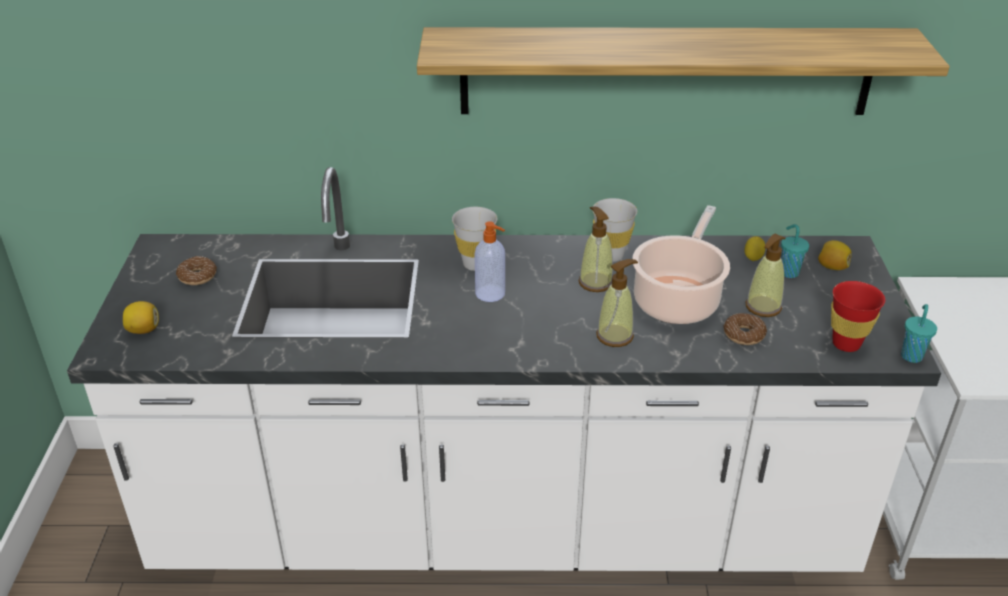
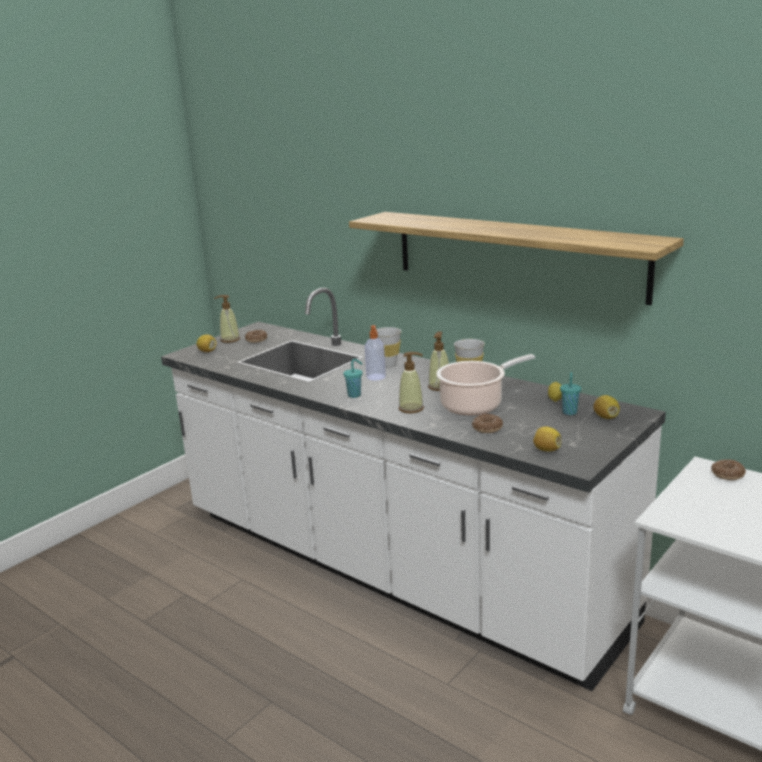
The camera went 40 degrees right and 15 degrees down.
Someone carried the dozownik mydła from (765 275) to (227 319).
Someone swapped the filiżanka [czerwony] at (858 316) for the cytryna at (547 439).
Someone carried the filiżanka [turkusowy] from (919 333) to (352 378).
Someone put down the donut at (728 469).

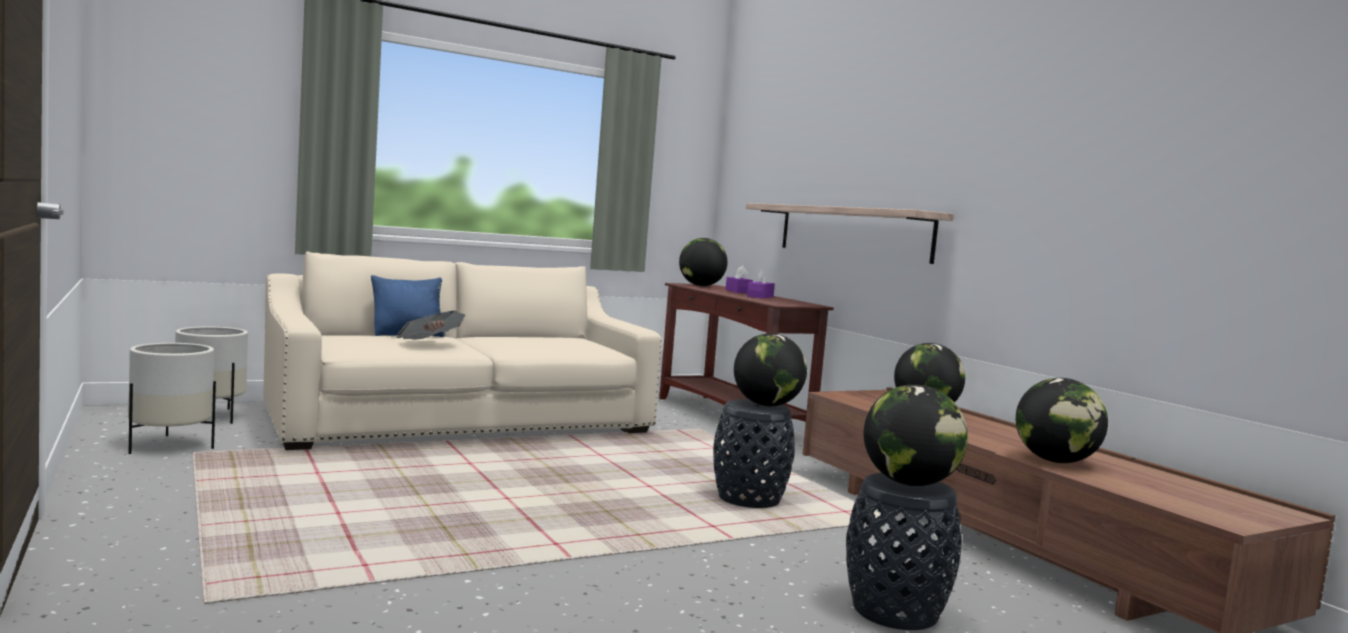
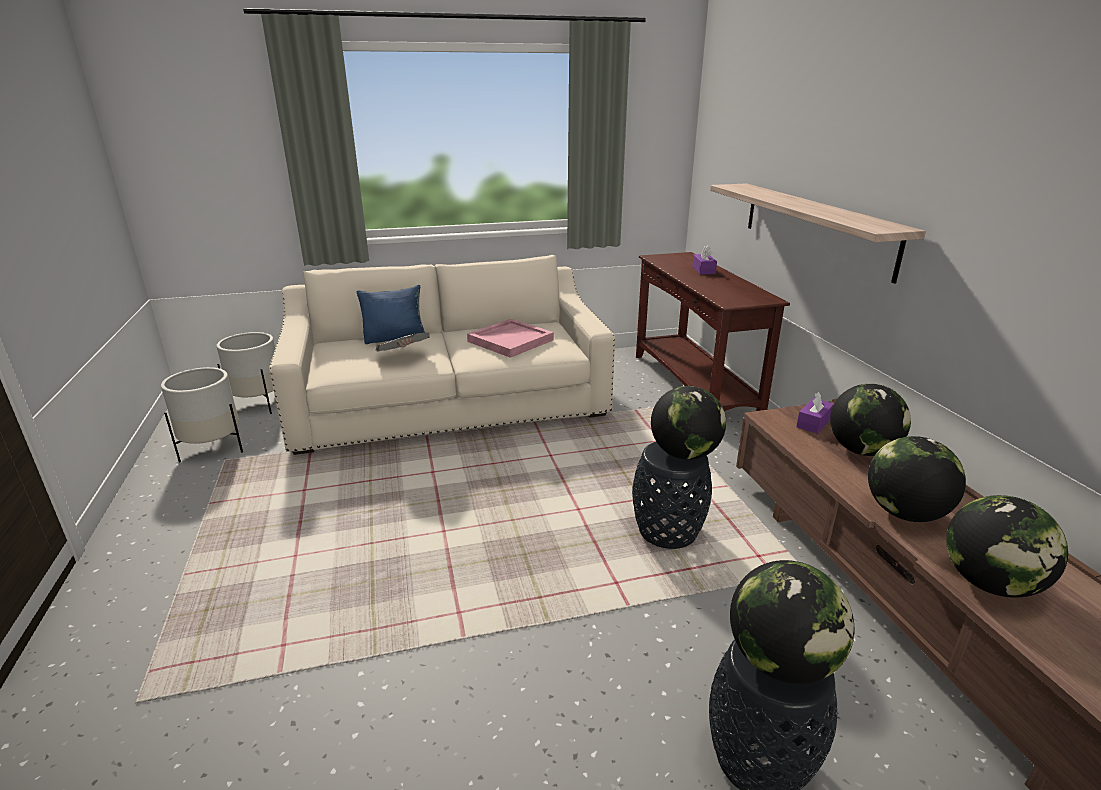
The camera went 15 degrees right and 20 degrees up.
Someone carried the globus from (703 262) to (917 479).
Someone carried the pudełko chusteczek [fioletowy] from (761 283) to (815 412).
Someone put down the taca [różowy] at (510 338).

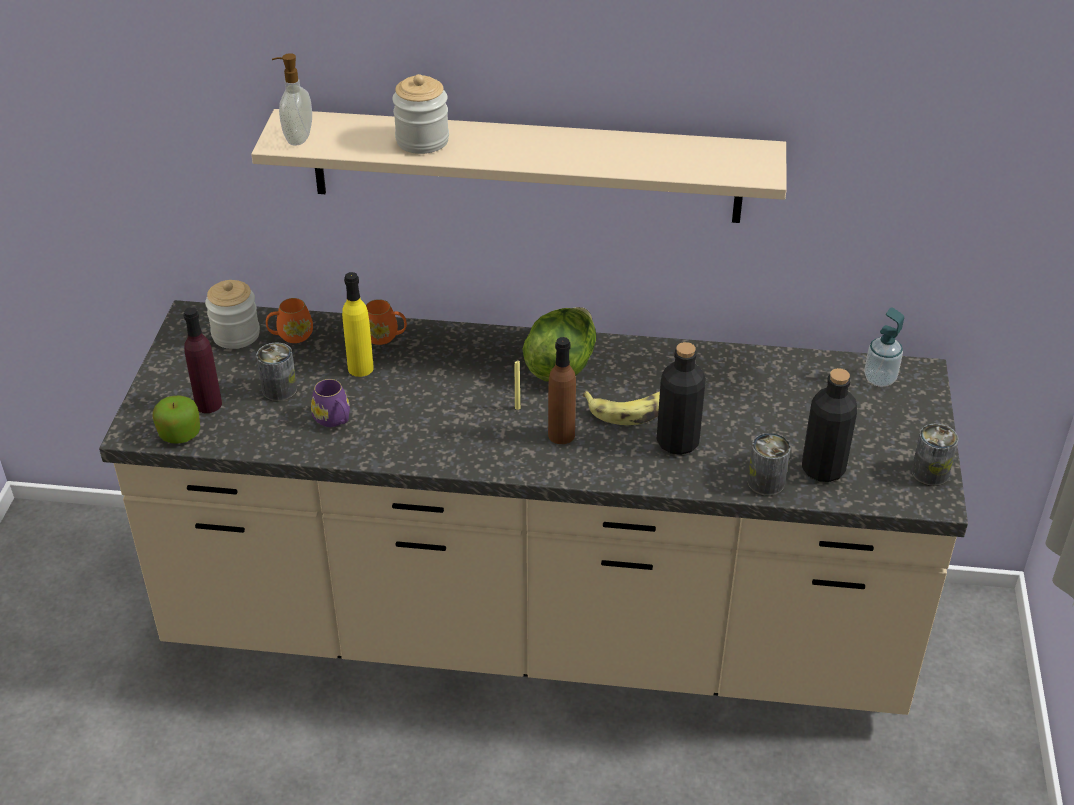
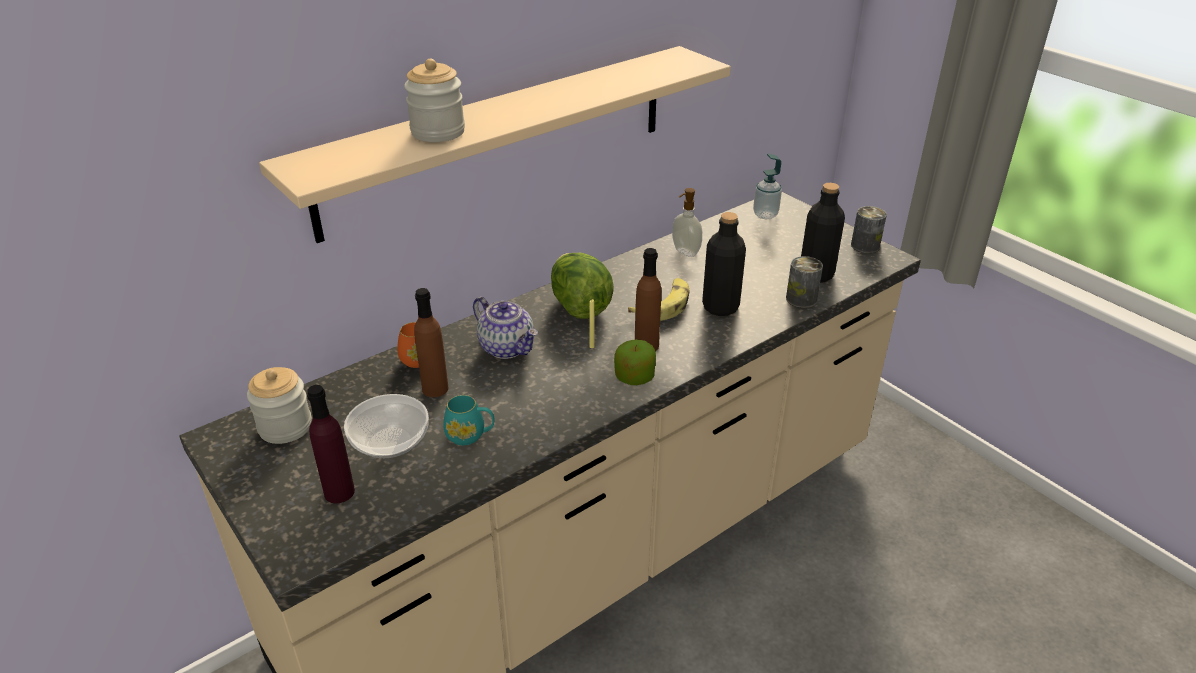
The camera went 45 degrees left and 5 degrees down.
Someone carried the dozownik mydła from (292 99) to (687 222).
Someone repainted the butelka [żółty] at (358 324), which became the butelka [brązowy] at (431 342).
Someone took away the kubek [pomarańczowy] at (289 320).
Someone swapped the puszka at (276 371) for the miska at (386 426).
Someone repainted the kubek [fioletowy] at (330 403), which became the kubek [turkusowy] at (469 420).
Someone carried the jabłko from (176 420) to (635 362).
Someone put down the imbryk at (505 327).

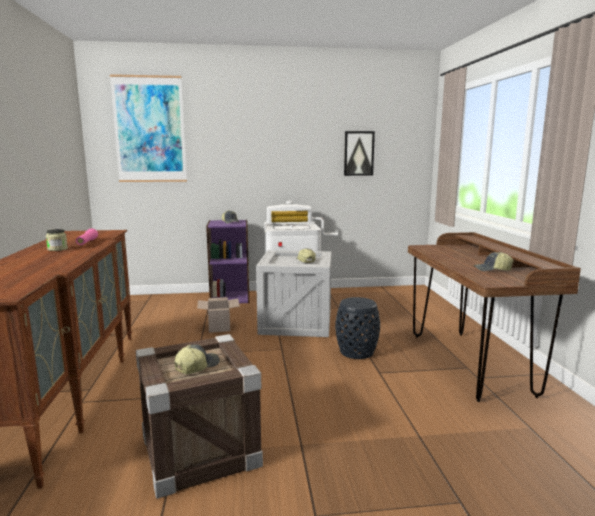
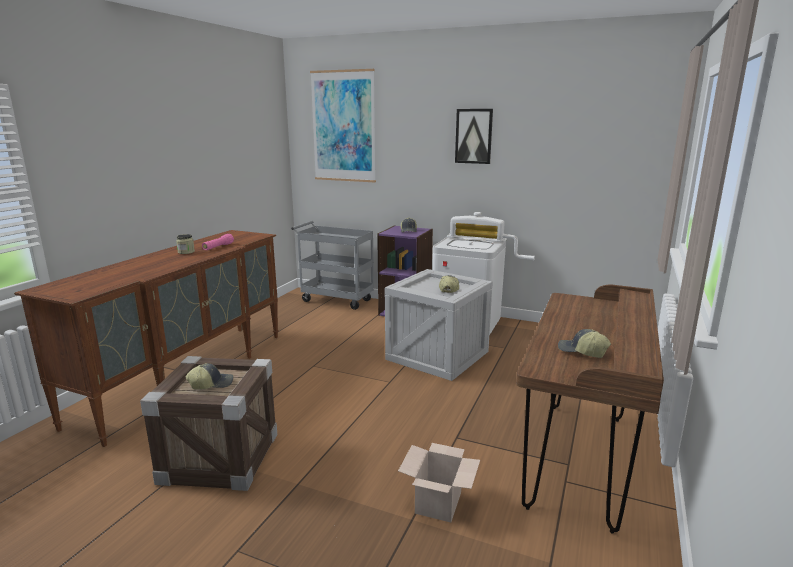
The camera went 30 degrees right and 5 degrees up.
Someone carried the obraz from (359 153) to (474 136).
Someone carried the karton from (218 315) to (439 482).
Someone took away the stołek [czarny] at (357 328).
Someone put down the wózek [szary] at (332 265).

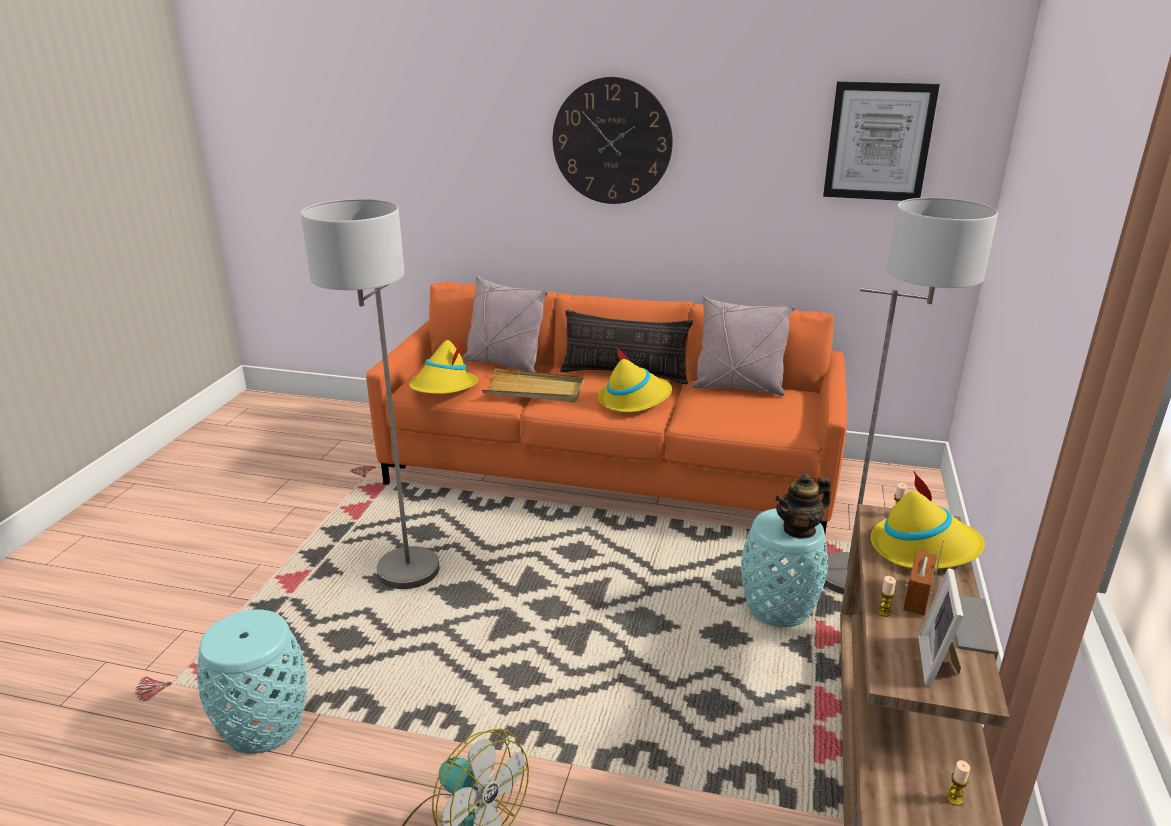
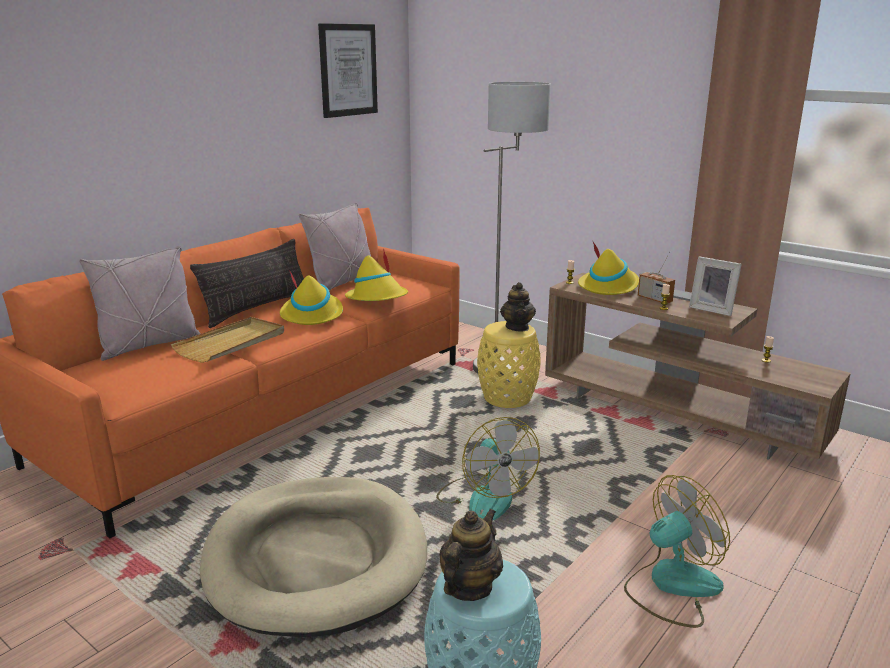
The camera went 65 degrees left and 5 degrees down.
Someone took away the zegar ścienny at (613 140).
Someone swapped the lampa stojąca [szary] at (370 394) for the legowisko [beżowy] at (313 557).
Someone carried the kapelusz [żółty] from (443 366) to (376 274).
Someone repainted the stołek [turkusowy] at (784 568), which became the stołek [żółty] at (509 364).
Someone put down the wentylator at (488 468).
Someone put down the imbryk at (471 555).

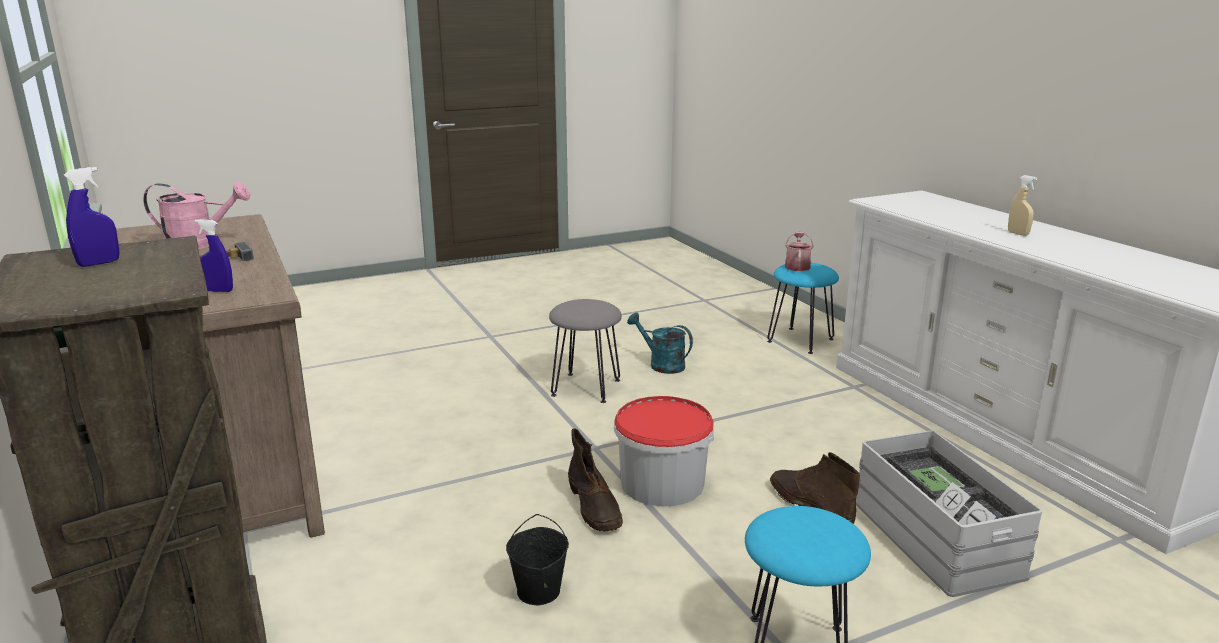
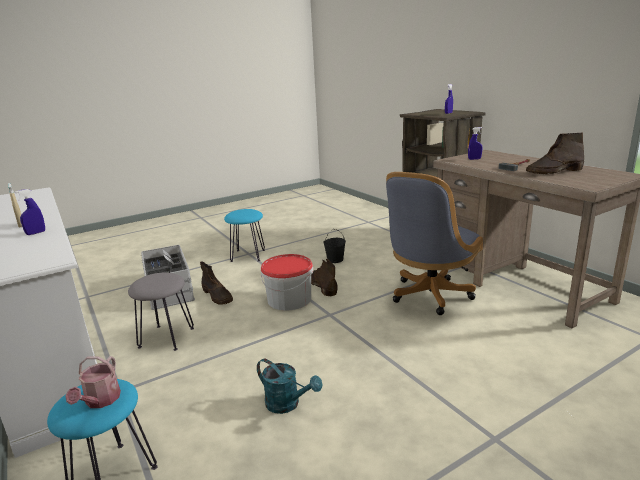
The camera went 175 degrees right and 0 degrees up.
Someone swapped the konewka [różowy] at (196 215) for the but z cholewką [brązowy] at (555 153).
Someone carried the stołek [szary] from (585 351) to (161 311).
Someone put down the krzesło biurowe [niebieski] at (434 243).
Someone put down the spryskiwacz [niebieski] at (30 212).

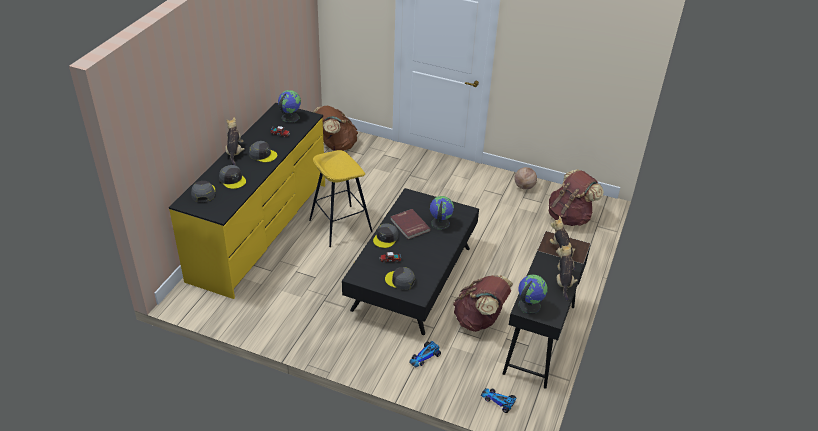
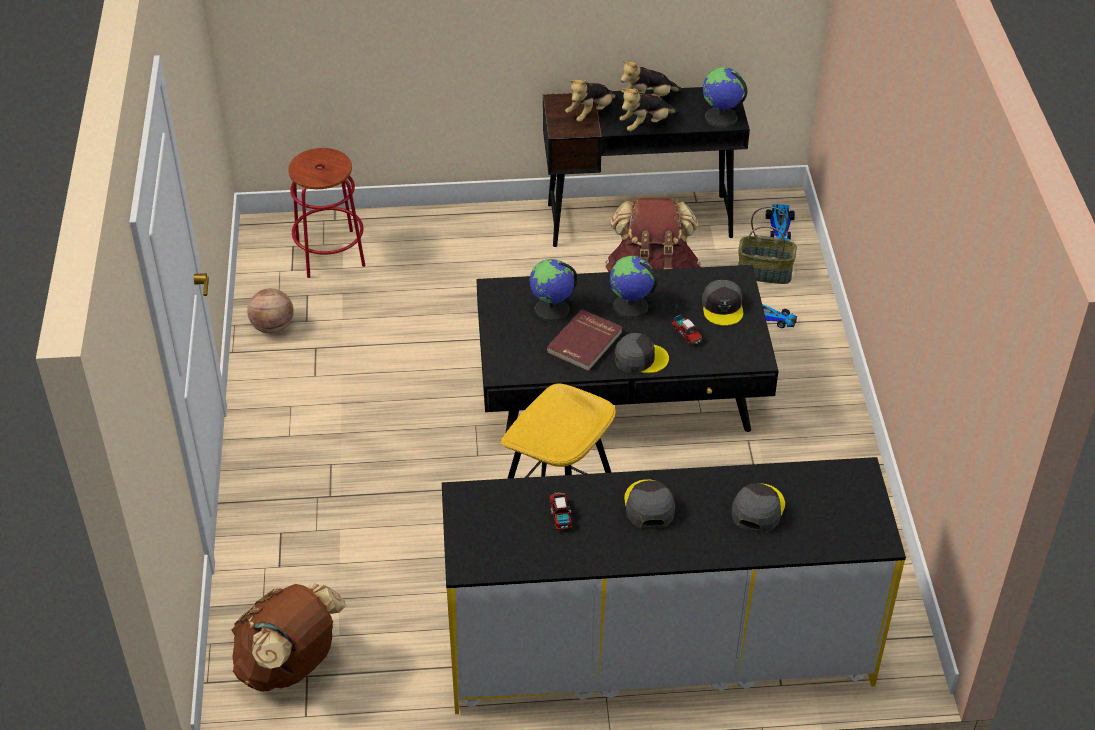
The camera went 115 degrees left and 5 degrees up.
Someone carried the globus from (289 106) to (634 287).
Someone carried the pluszak from (235 141) to (648 109).
Someone swapped the plecak [brązowy] at (576 197) for the stołek [czerwony] at (326 213).
Someone took away the czapka z daszkiem [szary] at (203 191).
Someone put down the koszyk at (767 245).

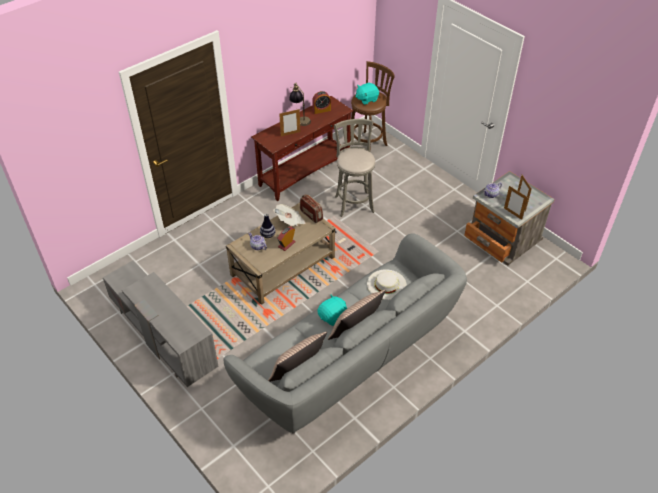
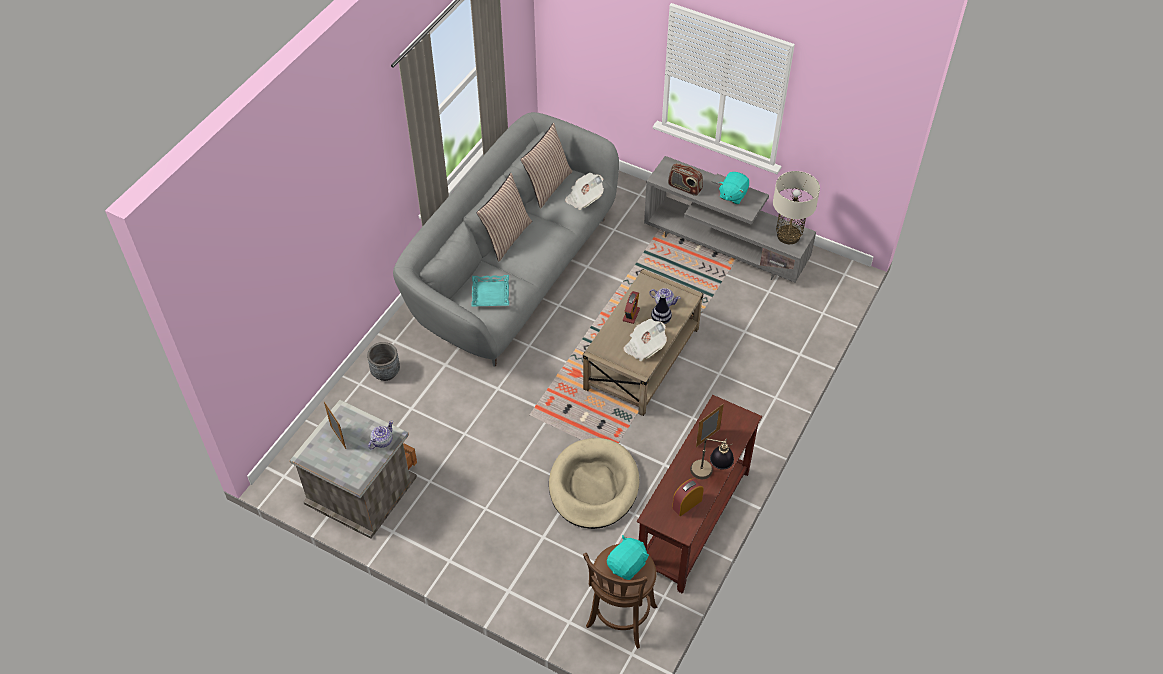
The camera went 160 degrees right and 5 degrees up.
Someone swapped the stołek [szary] at (354 168) for the legowisko [beżowy] at (594 483).
Someone took away the ramka na zdjęcie at (516 203).
Someone carried the radio from (311 208) to (685 179).
Someone swapped the kapelusz [biały] at (387 284) for the taca [turkusowy] at (490 291).
Someone carried the pluszak [turkusowy] from (332 310) to (734 188).
Someone put down the lampa stołowa at (796 207).
Someone put down the gazeta at (584 191).
Someone put down the donica [szary] at (383 361).

